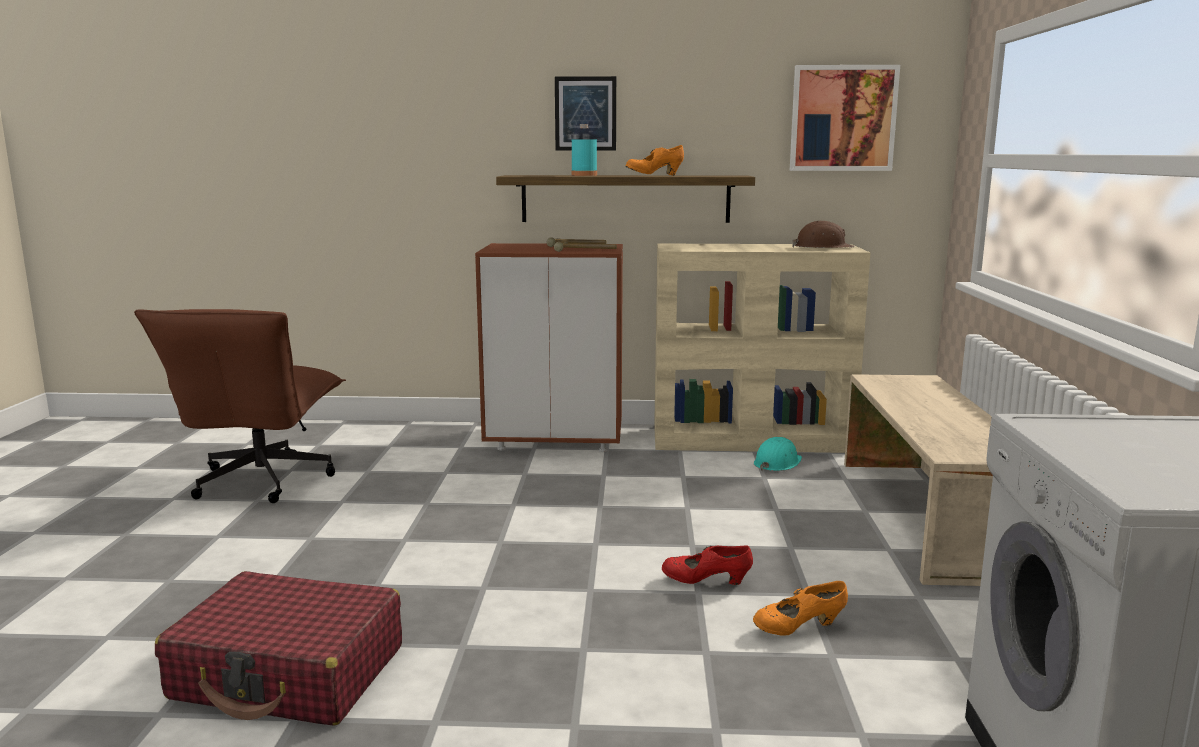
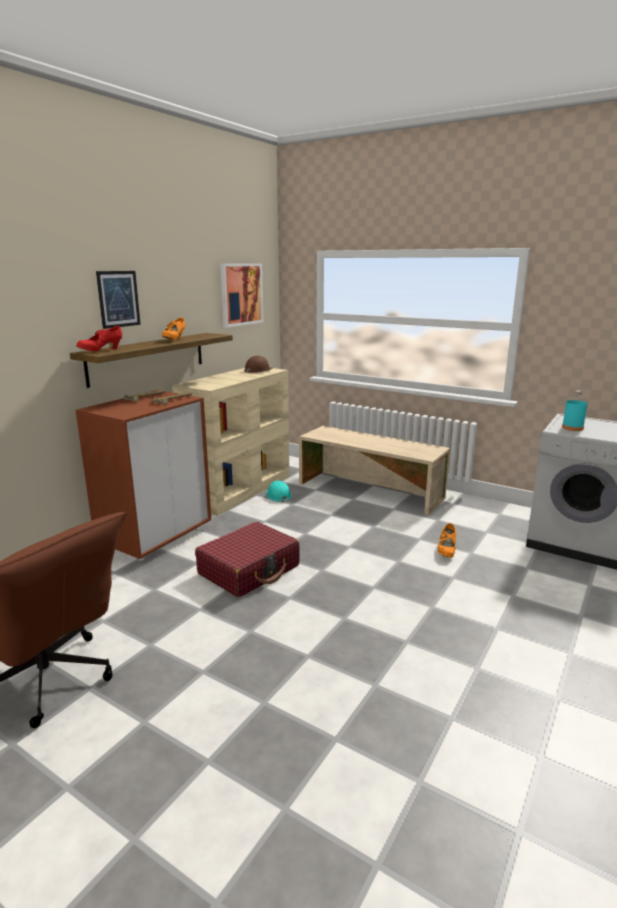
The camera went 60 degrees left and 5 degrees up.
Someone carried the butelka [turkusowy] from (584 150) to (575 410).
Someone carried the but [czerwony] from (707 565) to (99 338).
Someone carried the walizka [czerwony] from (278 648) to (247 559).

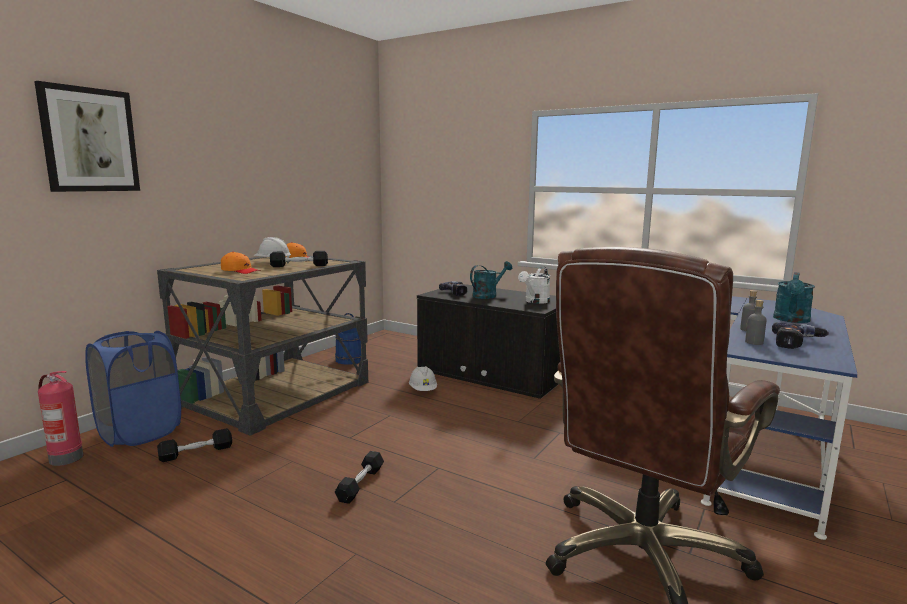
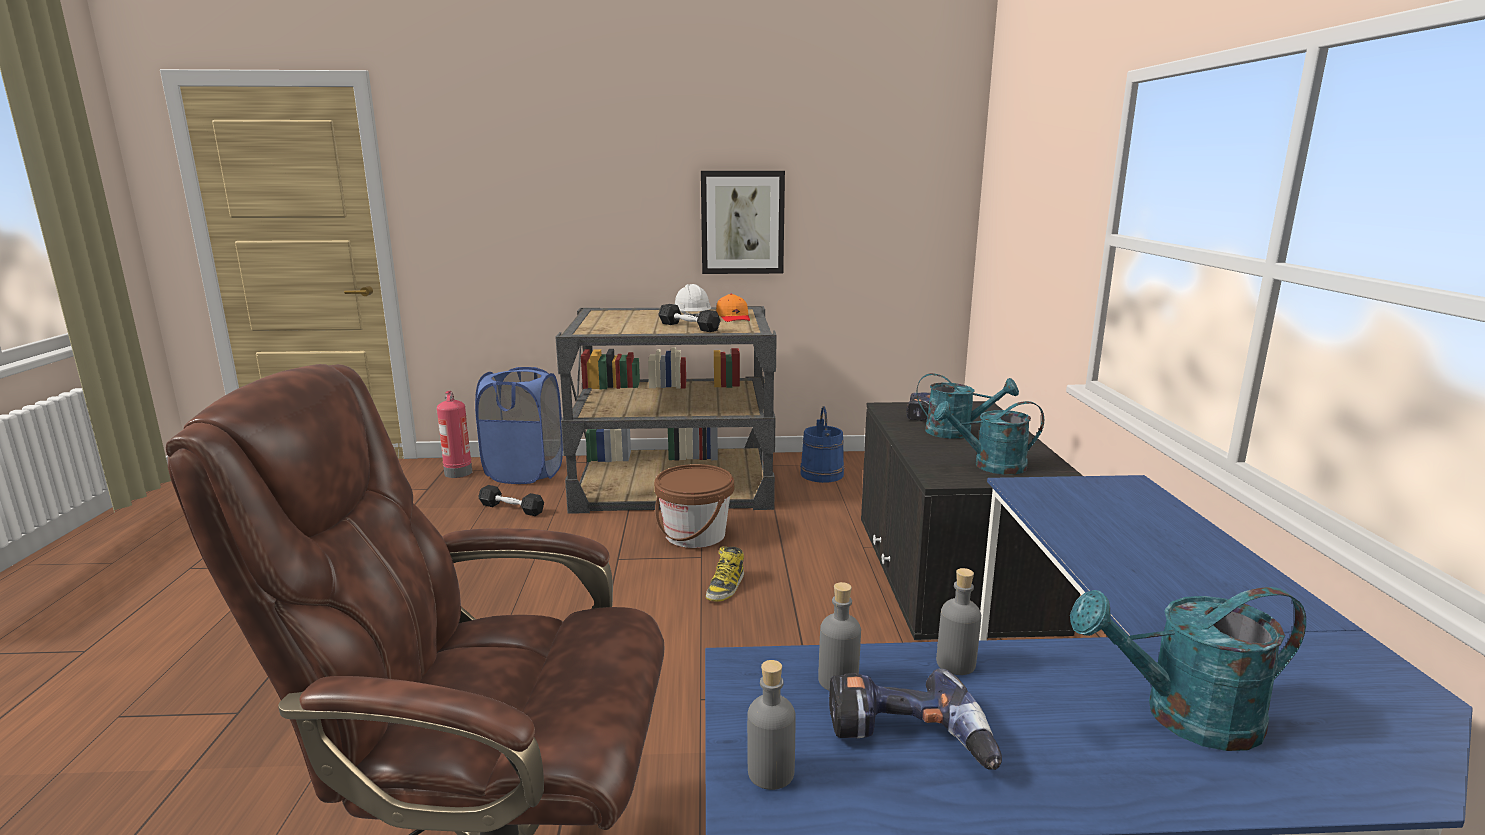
The camera went 55 degrees right and 5 degrees up.
Someone carried the obraz from (87 136) to (743 222).
Someone took away the czapka z daszkiem [pomarańczowy] at (241 263).
Someone repainted the konewka [biały] at (534 285), which became the konewka [turkusowy] at (989 438).
Someone took away the kask [biały] at (423 378).
Someone took away the hantel [czarny] at (359 477).
Someone put down the wiadro [brązowy] at (694 506).
Someone put down the but z cholewką at (725 574).
Someone put down the butelka [szary] at (771 725).

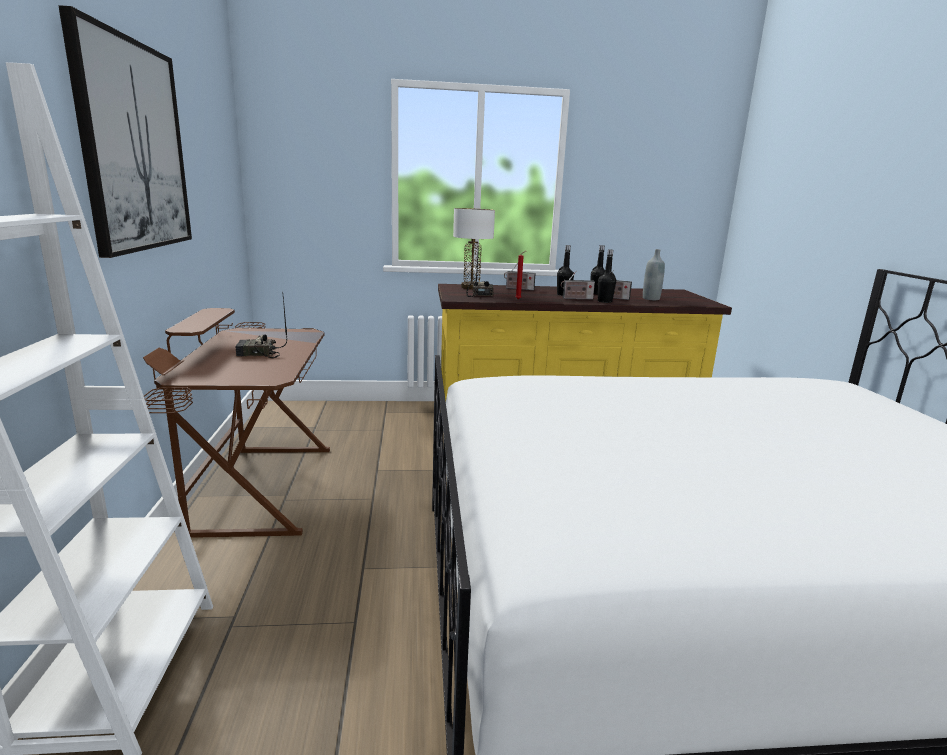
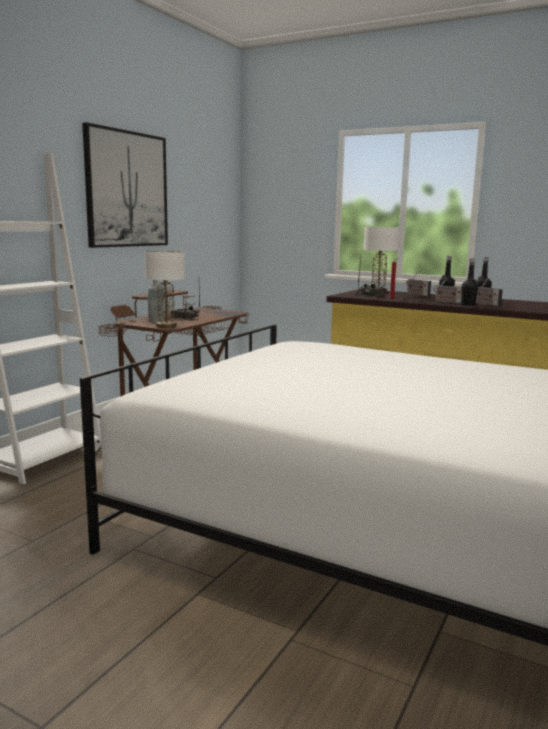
The camera went 35 degrees right and 5 degrees down.
Someone carried the butelka [szary] from (654 274) to (156 301).
Someone put down the lampa stołowa at (165 290).

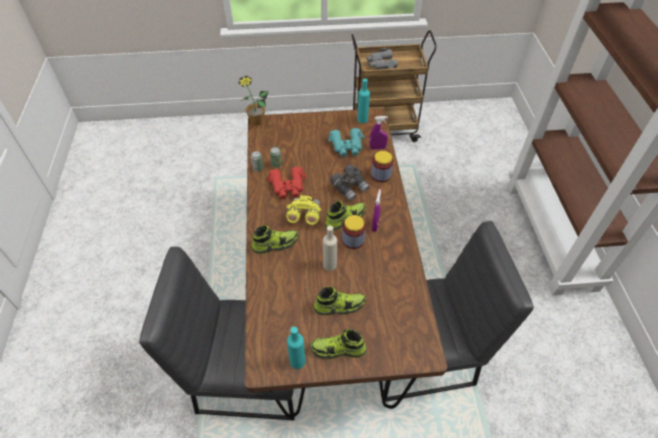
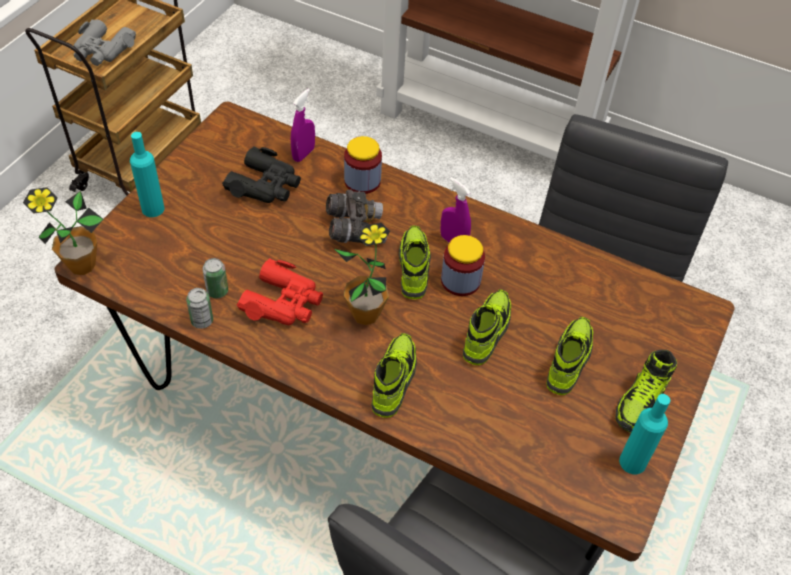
The camera went 60 degrees left and 0 degrees up.
Someone carried the butelka [turkusowy] from (363 101) to (147 174).
Someone repainted the lornetka [turkusowy] at (346 142), which became the lornetka [czarny] at (261 174).
Someone swapped the lornetka [żółty] at (303 210) for the roślina doniczkowa at (362 274).
Someone swapped the butelka [beżowy] at (330 248) for the but at (487 327).

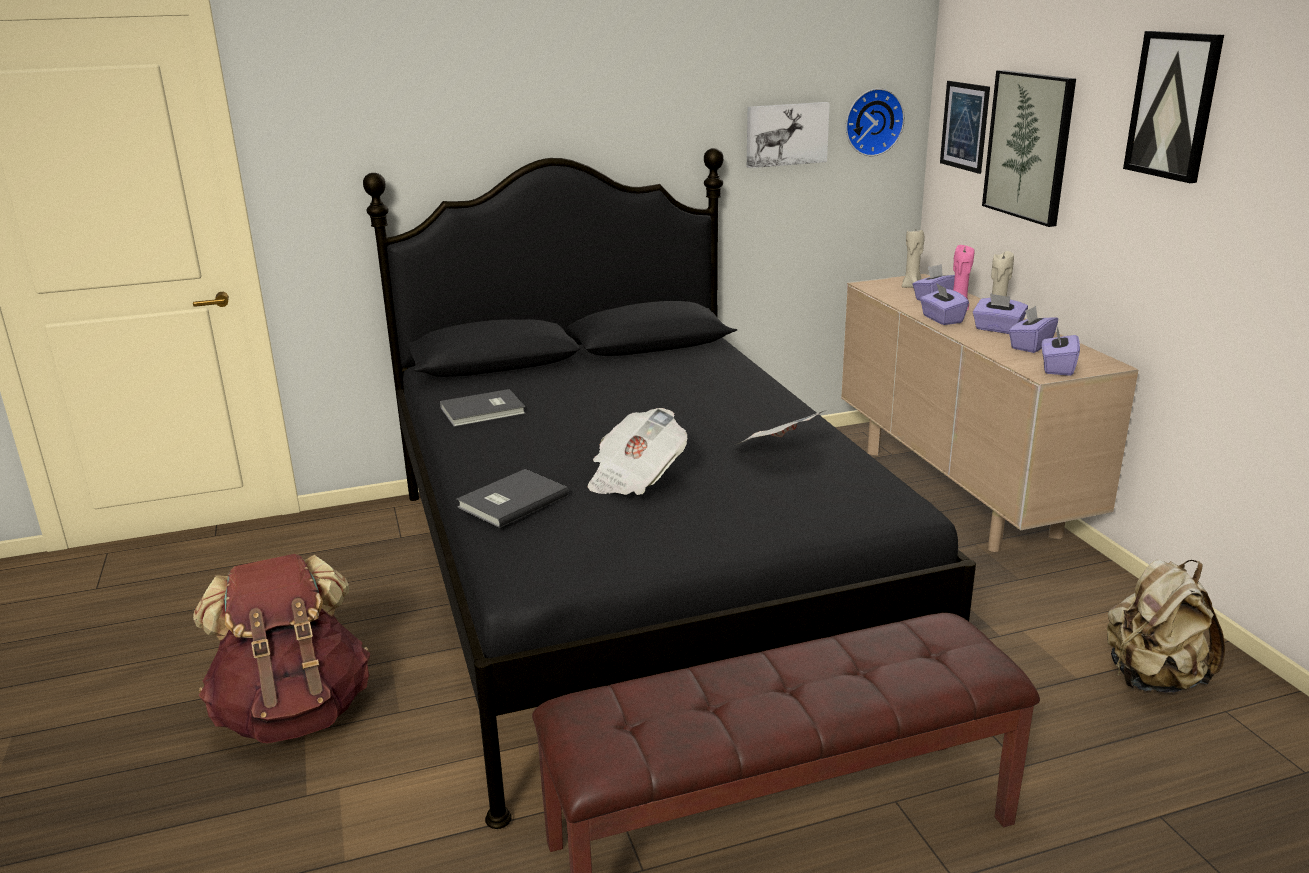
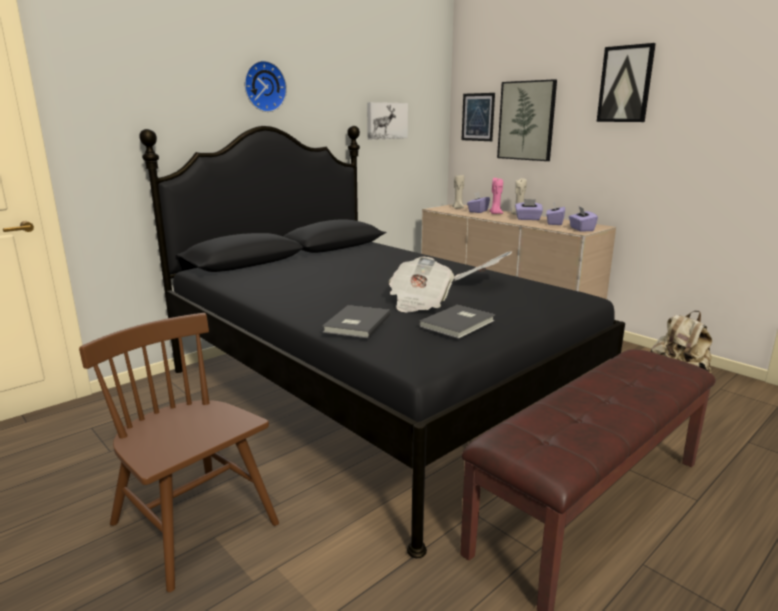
The camera went 25 degrees left and 5 degrees down.
Someone carried the zegar ścienny from (875 122) to (265 86).
Someone took away the pudełko chusteczek [fioletowy] at (944 304).
Someone carried the książka [szary] from (483 408) to (457 322).
Someone swapped the plecak [brązowy] at (281 648) for the krzesło [brązowy] at (179 452).

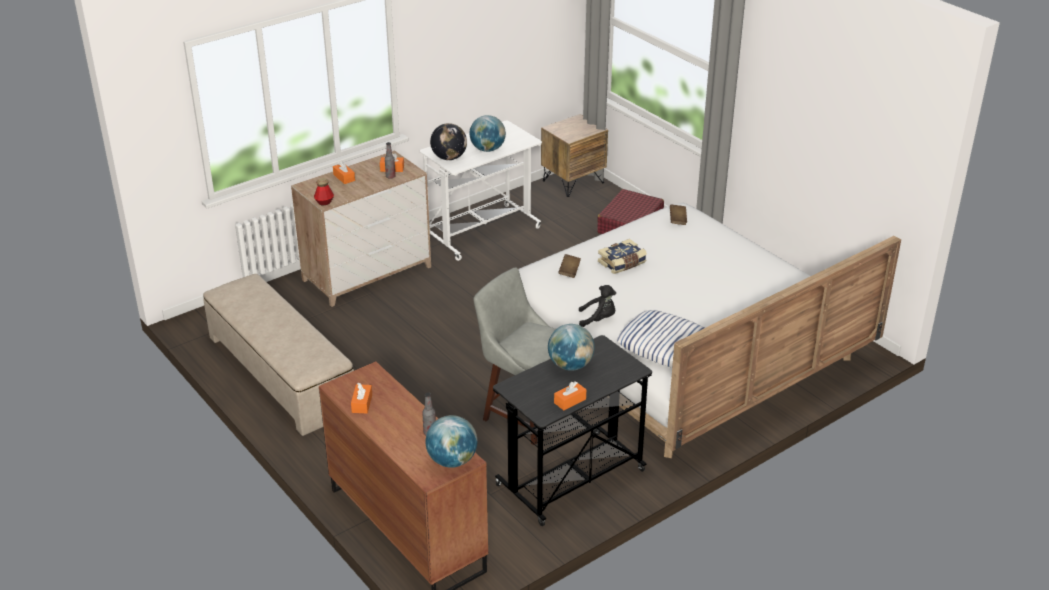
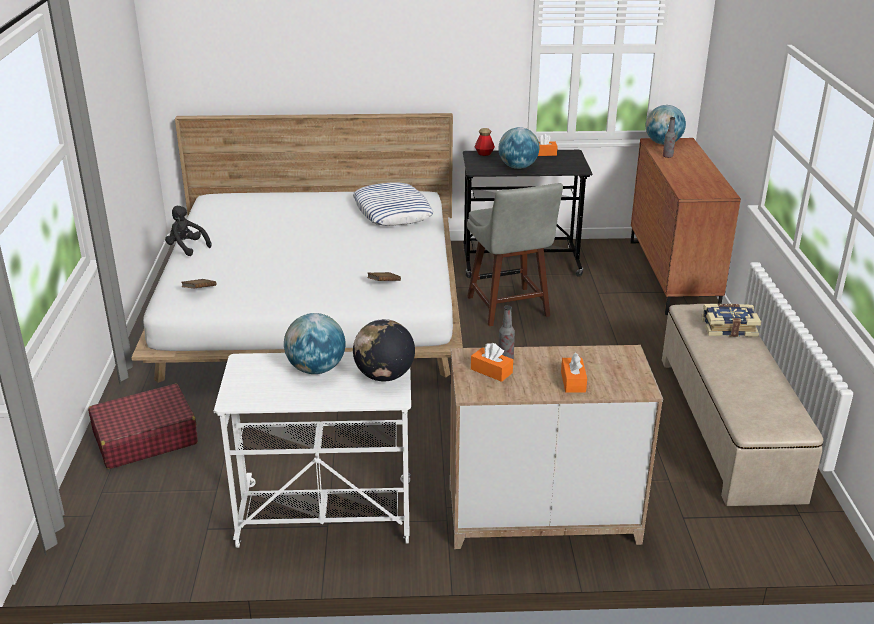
The camera went 145 degrees left and 5 degrees down.
Someone took away the szafka nocna [brązowy] at (574 155).
Someone carried the butelka from (324 191) to (484 142).
Someone carried the książka from (622 256) to (731 320).
Someone carried the pluszak [czarny] from (597 306) to (188 231).
Someone took away the pudełko chusteczek [pomarańczowy] at (361 398).

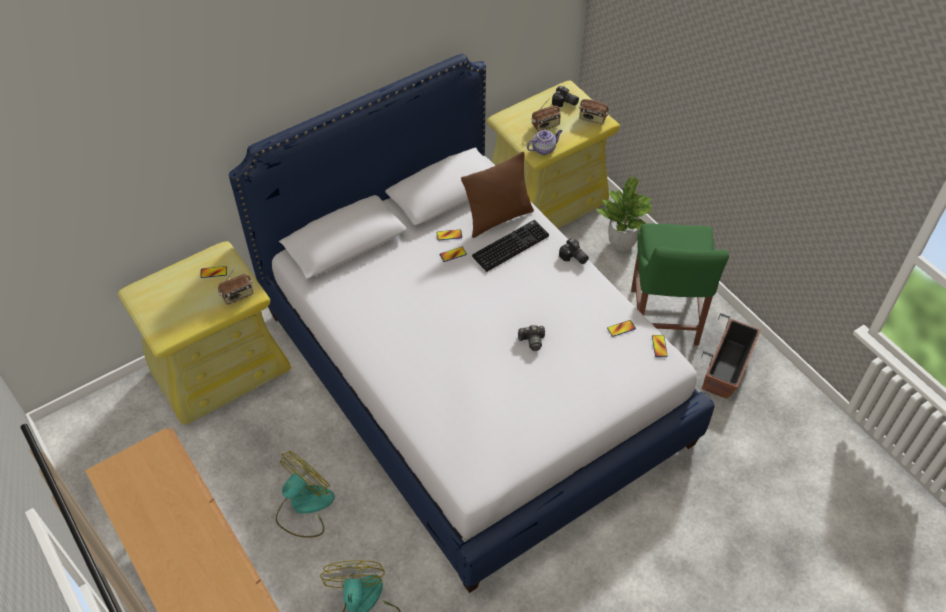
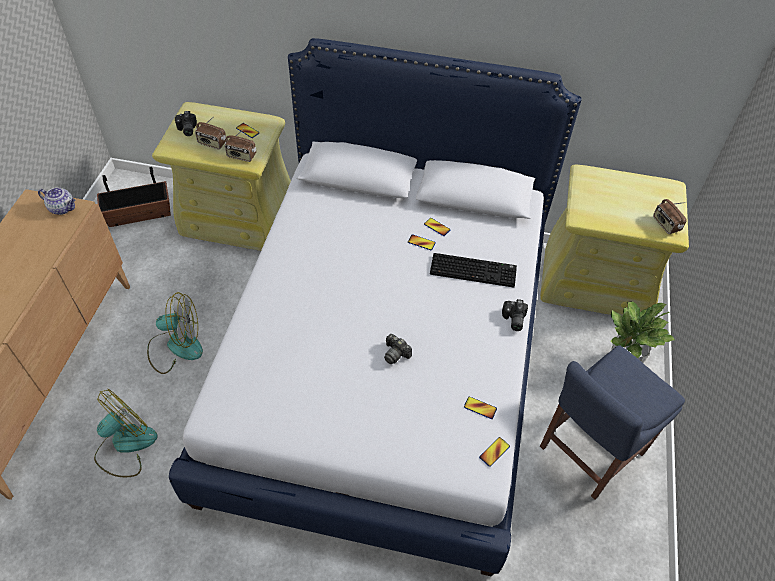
The camera went 45 degrees right and 0 degrees up.
Someone carried the aparat fotograficzny from (565 96) to (186 123).
Someone carried the radio from (546 115) to (210 132).
Someone carried the imbryk from (544 142) to (57 201).
Someone took away the poduszka [brązowy] at (497 194).
Someone repainted the krzesło [zielony] at (680 285), which became the krzesło [niebieski] at (612 422).
Someone carried the donica from (731 356) to (134 197).

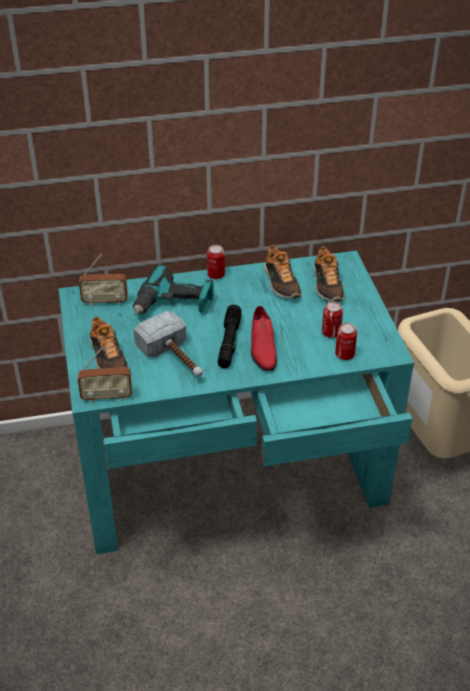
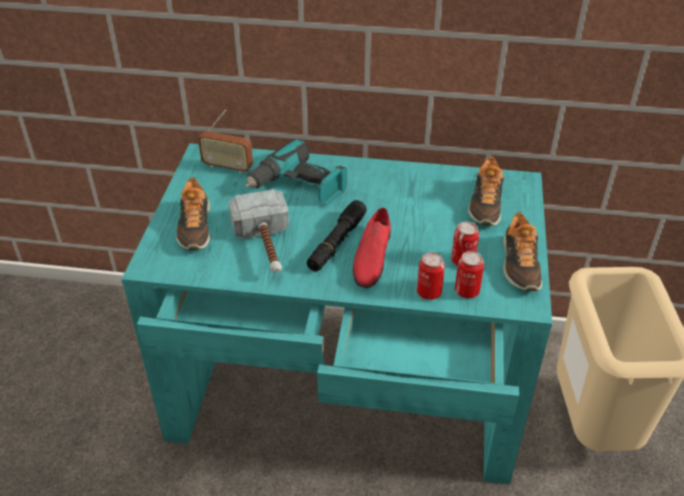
The camera went 20 degrees right and 0 degrees up.
Someone carried the puszka from (216 262) to (431 276).
Someone carried the but from (283 272) to (522 251).
Someone took away the radio at (105 375).

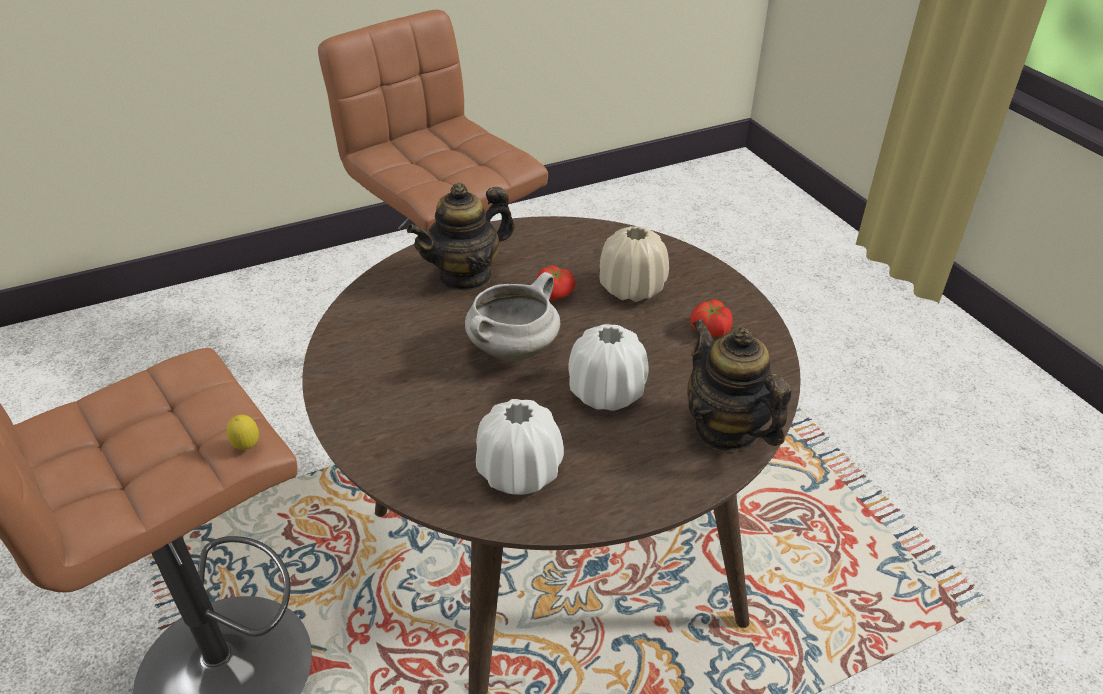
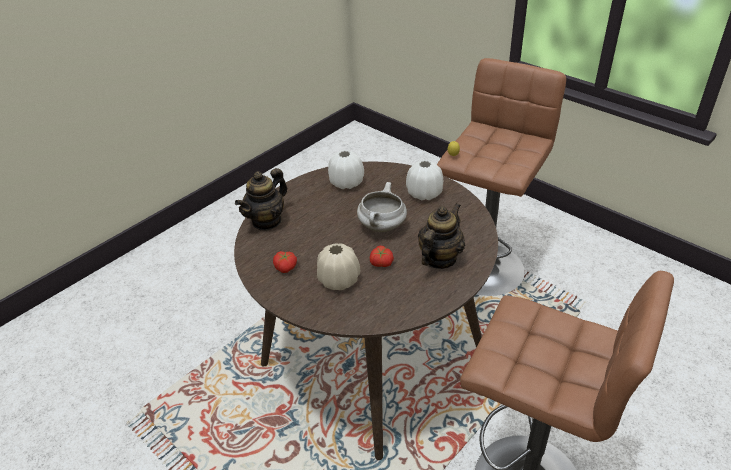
The camera went 160 degrees right and 0 degrees up.
Someone rotated the imbryk at (739 385) by 90 degrees clockwise.
Someone carried the wazon [biały] from (608 367) to (424 180).

